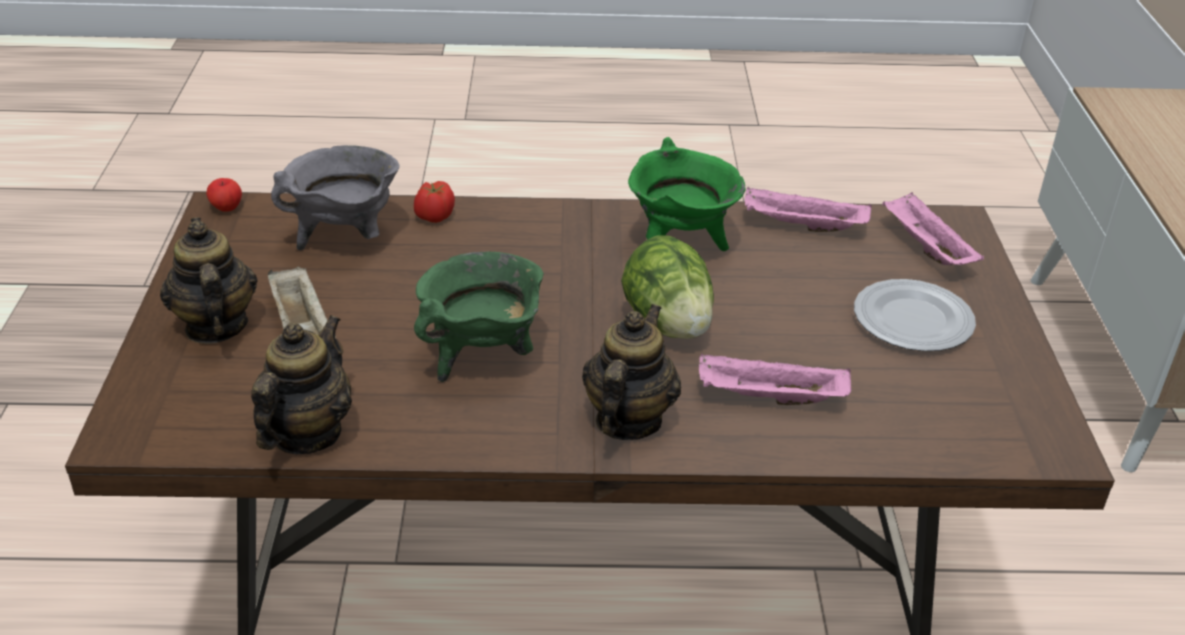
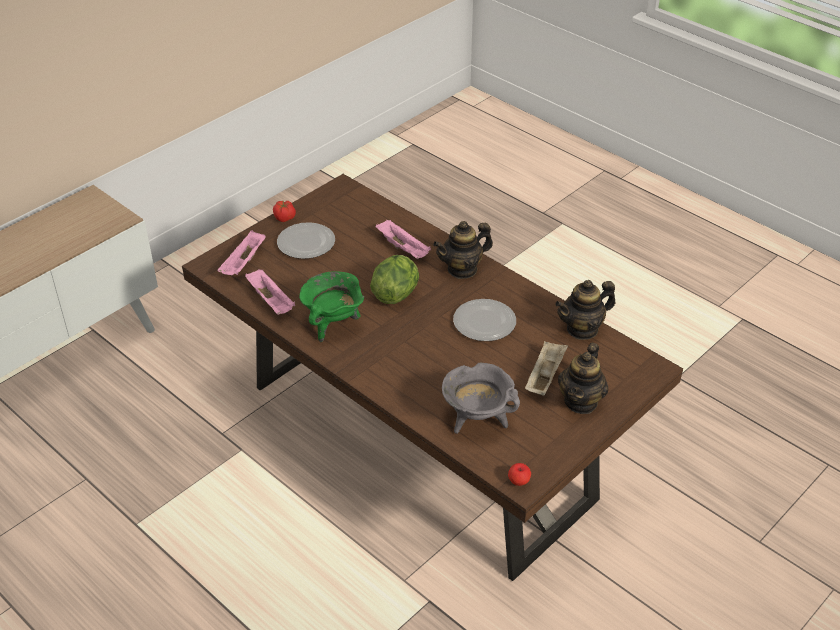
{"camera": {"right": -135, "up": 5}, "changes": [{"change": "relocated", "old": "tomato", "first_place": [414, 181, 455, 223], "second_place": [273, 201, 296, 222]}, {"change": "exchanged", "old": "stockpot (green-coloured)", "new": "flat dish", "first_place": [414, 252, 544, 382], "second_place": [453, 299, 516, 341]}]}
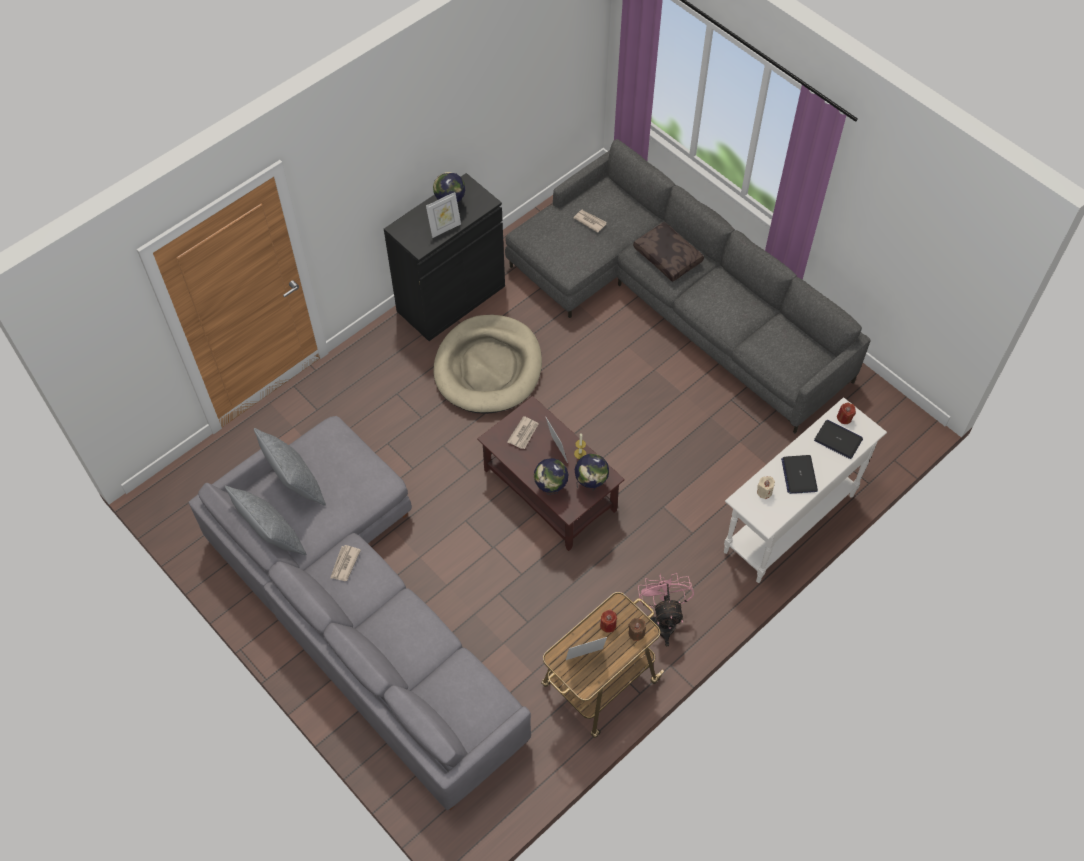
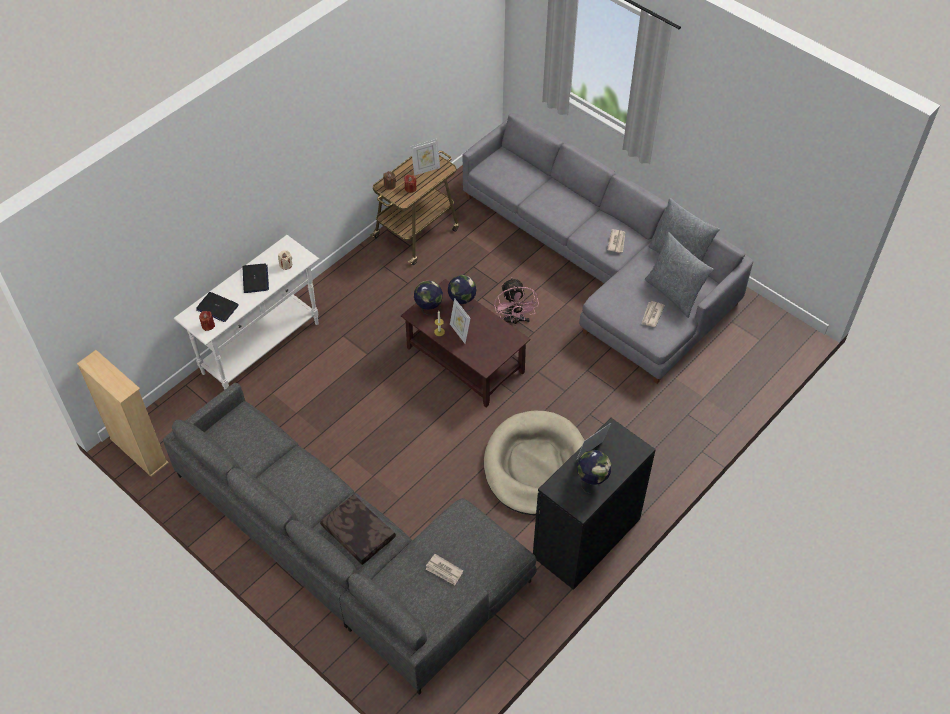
{"camera": {"right": 175, "up": -5}, "changes": [{"change": "relocated", "old": "newspaper", "first_place": [507, 416, 539, 449], "second_place": [641, 301, 665, 327]}, {"change": "relocated", "old": "fan (pink-coloured)", "first_place": [638, 573, 694, 646], "second_place": [494, 277, 539, 326]}, {"change": "appeared", "new": "bookcase (sand-coloured)", "second_place": [77, 350, 169, 477]}]}
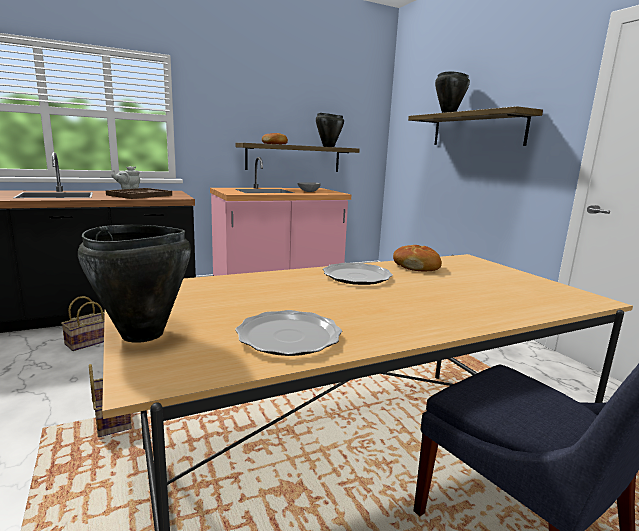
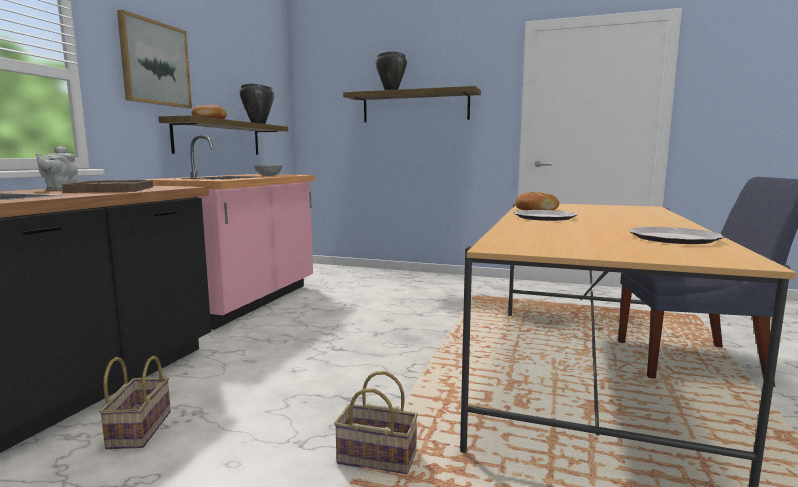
{"camera": {"right": -45, "up": -5}, "changes": [{"change": "missing", "old": "stockpot (blackish)", "first_place": [78, 225, 191, 343]}, {"change": "appeared", "new": "wall picture", "second_place": [117, 10, 192, 108]}]}
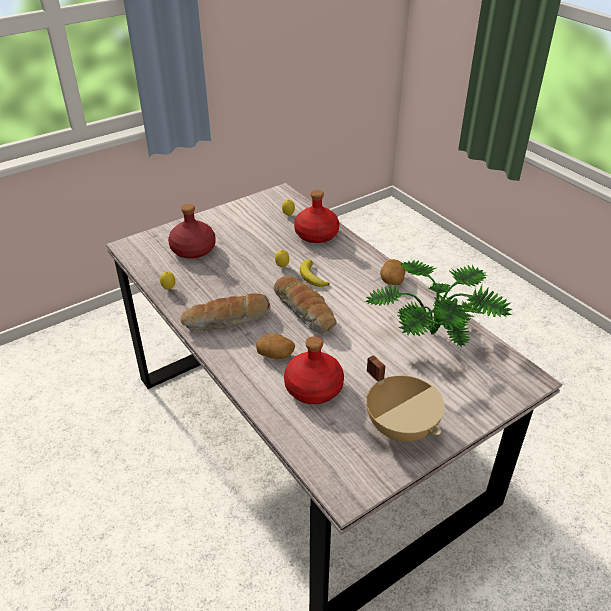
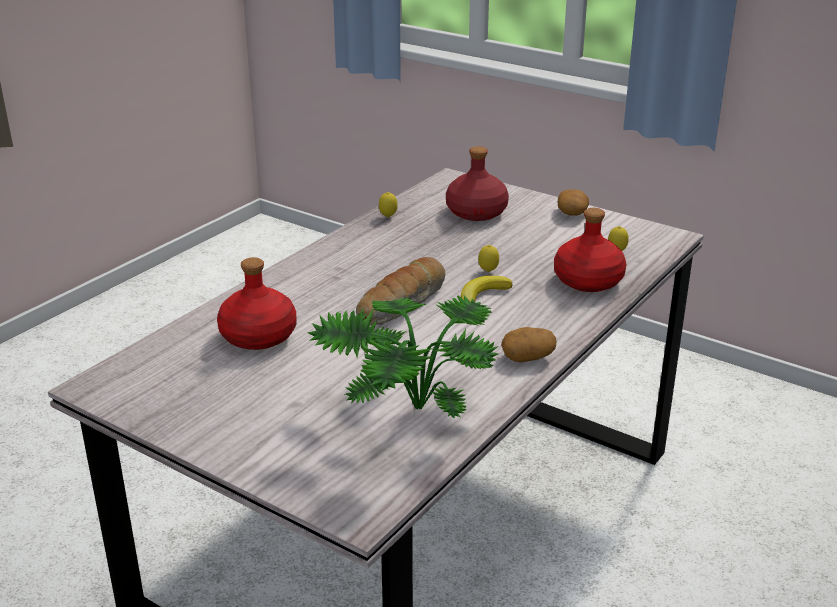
{"camera": {"right": 70, "up": -10}, "changes": [{"change": "missing", "old": "bakery bread", "first_place": [181, 293, 270, 331]}, {"change": "relocated", "old": "spud", "first_place": [256, 334, 295, 359], "second_place": [558, 189, 589, 216]}, {"change": "missing", "old": "stockpot (sand-coloured)", "first_place": [366, 355, 444, 442]}]}
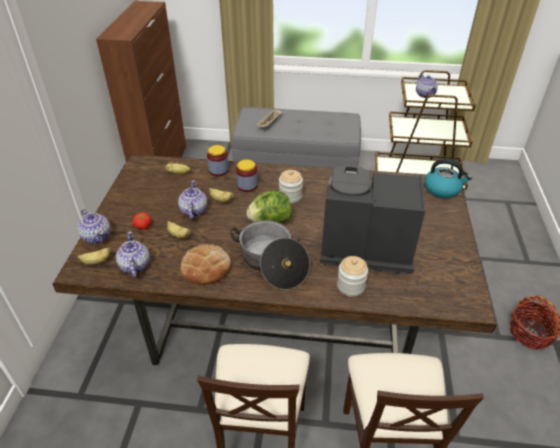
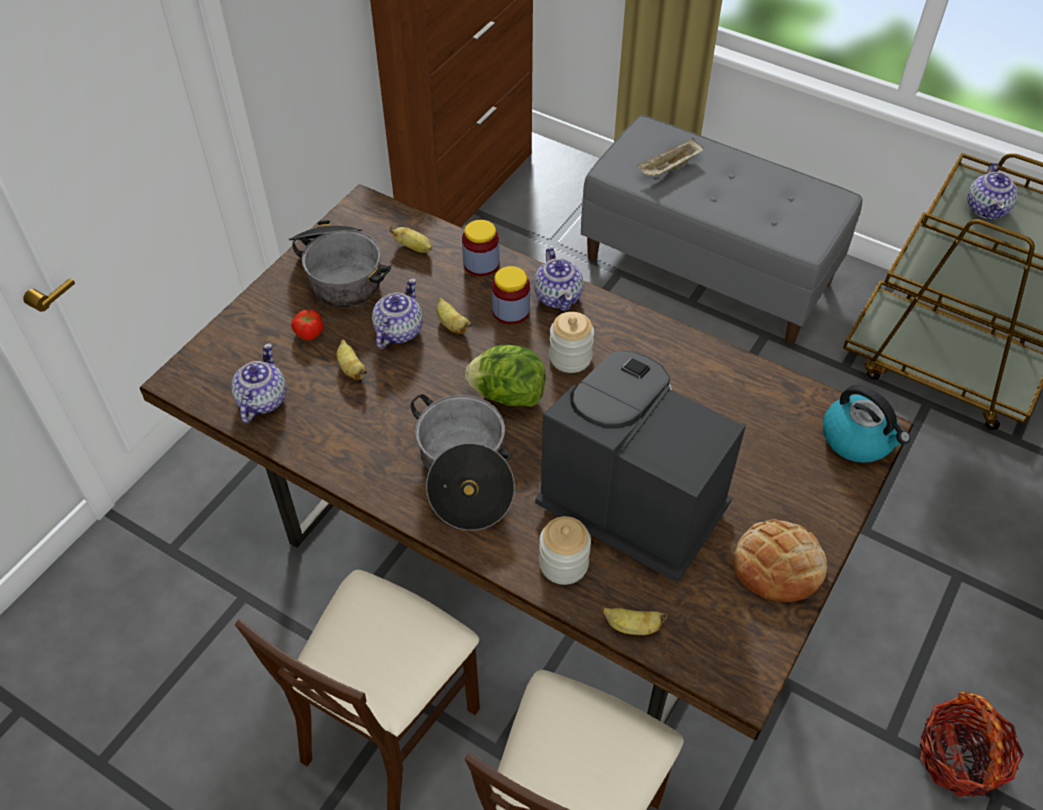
{"camera": {"right": 25, "up": 10}, "changes": [{"change": "relocated", "old": "pot for tea", "first_place": [77, 209, 111, 244], "second_place": [534, 247, 583, 311]}, {"change": "relocated", "old": "whole banana", "first_place": [77, 247, 112, 265], "second_place": [603, 608, 668, 635]}, {"change": "relocated", "old": "bakery bread", "first_place": [180, 244, 231, 285], "second_place": [733, 519, 827, 602]}, {"change": "appeared", "new": "stockpot", "second_place": [289, 220, 391, 307]}]}
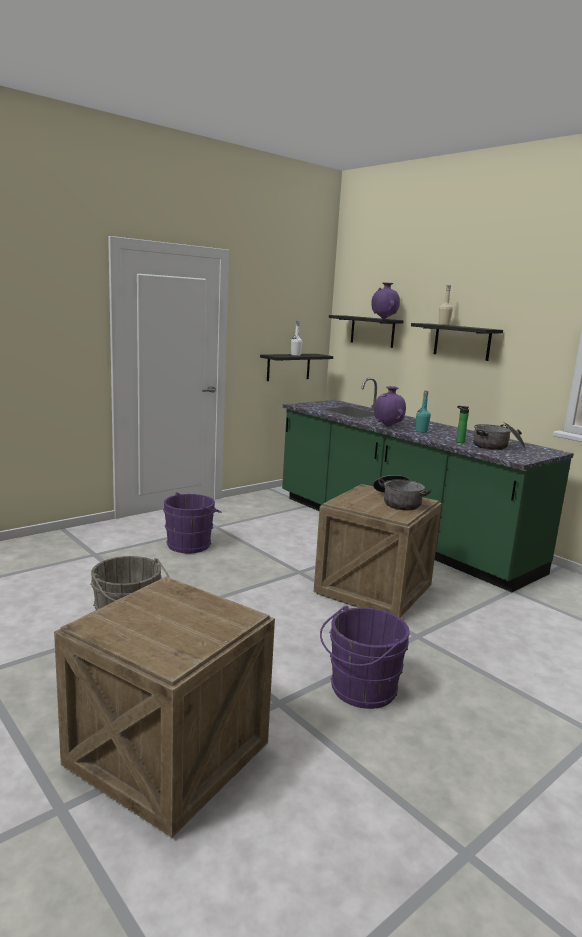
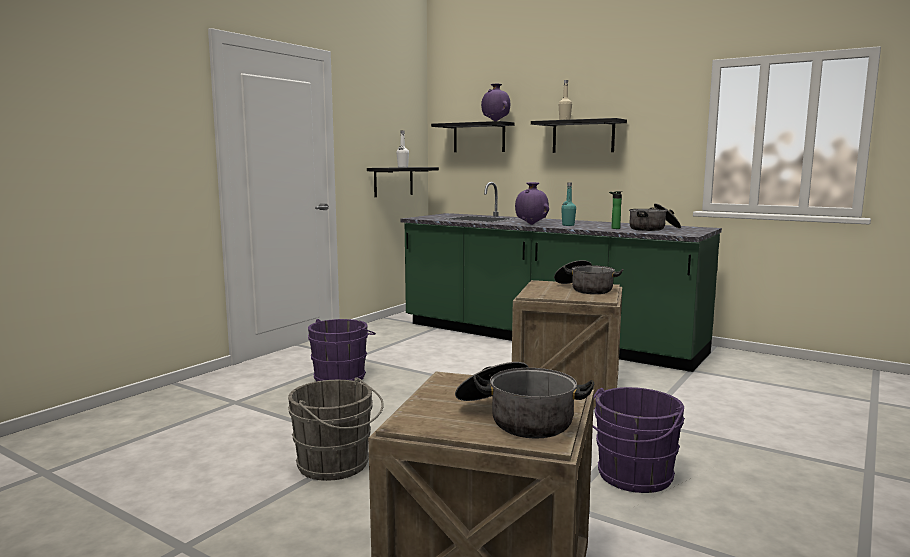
{"camera": {"right": -15, "up": -5}, "changes": [{"change": "appeared", "new": "stockpot", "second_place": [455, 362, 595, 438]}]}
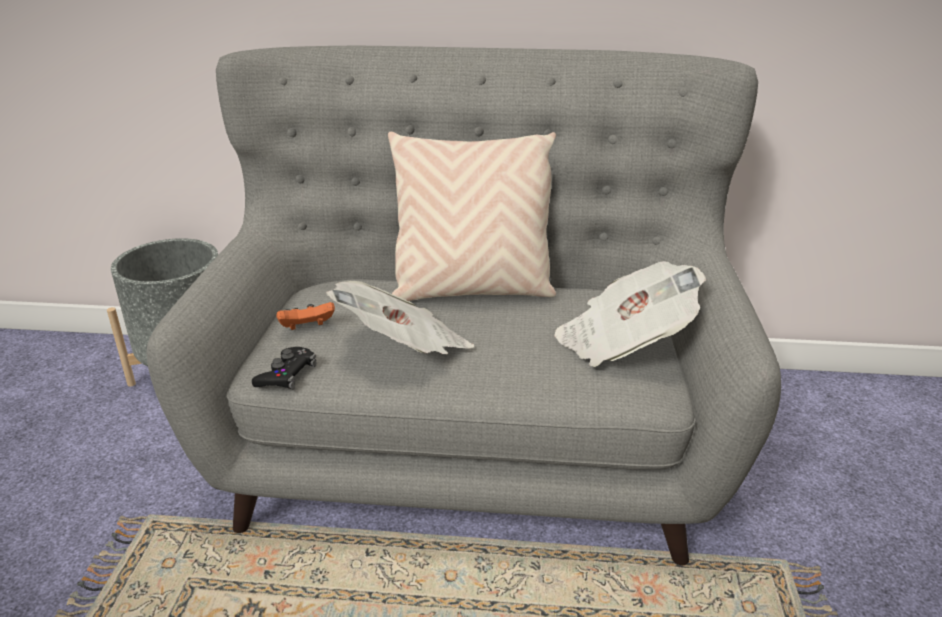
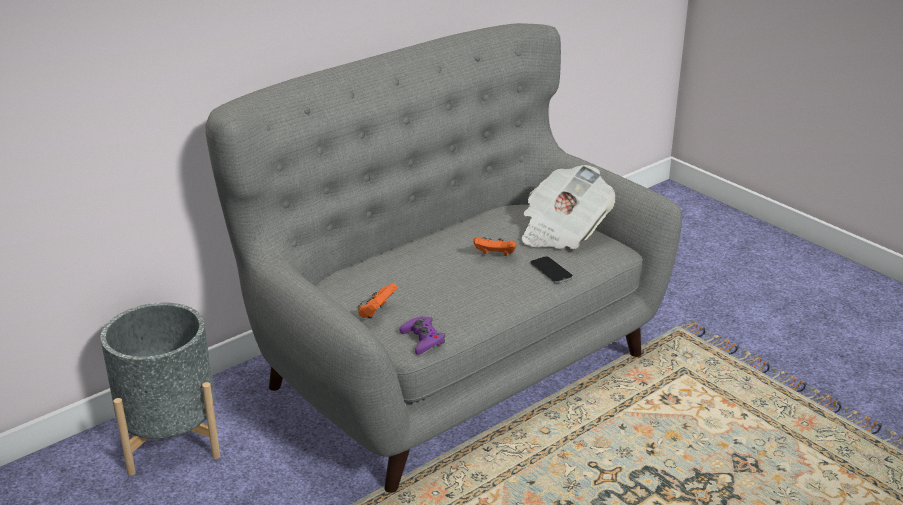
{"camera": {"right": -45, "up": 0}, "changes": [{"change": "colour", "old": "game controller (blackish)", "new": "game controller (purple-coloured)", "first_place": [252, 347, 317, 389], "second_place": [400, 316, 445, 355]}, {"change": "missing", "old": "newspaper", "first_place": [326, 281, 474, 354]}, {"change": "missing", "old": "cushion (sand-coloured)", "first_place": [388, 132, 556, 301]}, {"change": "appeared", "new": "game controller (orange)", "second_place": [473, 237, 516, 256]}, {"change": "appeared", "new": "handset", "second_place": [530, 256, 573, 283]}]}
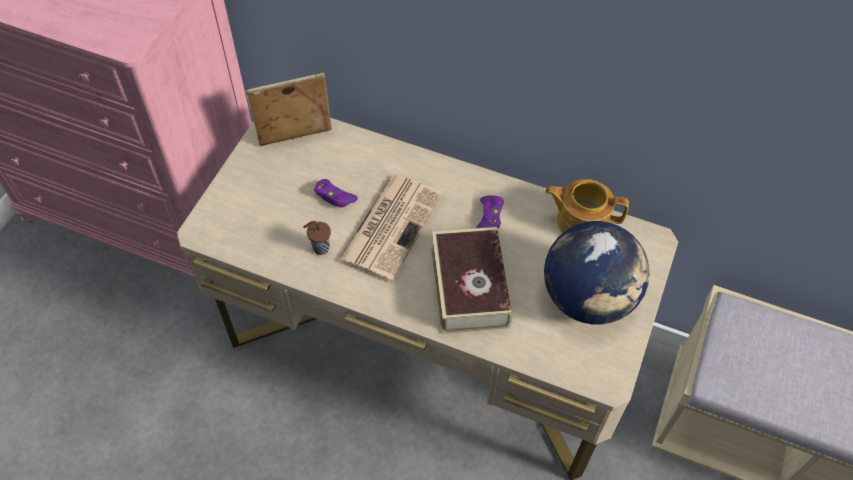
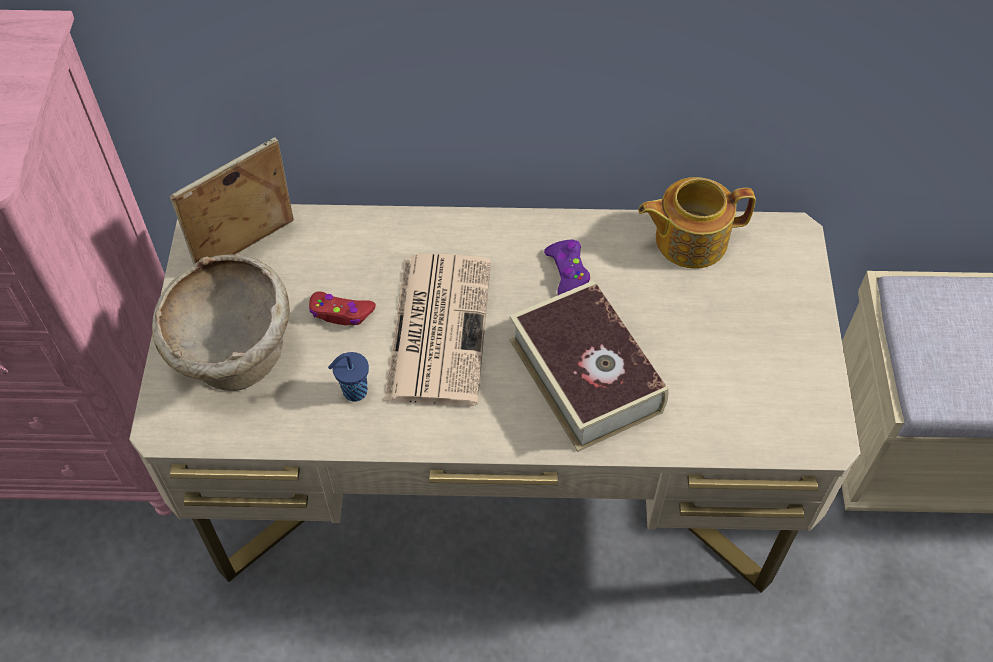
{"camera": {"right": -20, "up": 0}, "changes": [{"change": "colour", "old": "drinking cup (brown)", "new": "drinking cup (bluish)", "first_place": [303, 221, 331, 255], "second_place": [328, 352, 369, 402]}, {"change": "colour", "old": "game controller (purple-coloured)", "new": "game controller (red)", "first_place": [314, 179, 358, 208], "second_place": [309, 292, 376, 325]}, {"change": "missing", "old": "desk globe", "first_place": [544, 221, 650, 325]}, {"change": "appeared", "new": "deep dish (sand-coloured)", "second_place": [152, 255, 290, 391]}]}
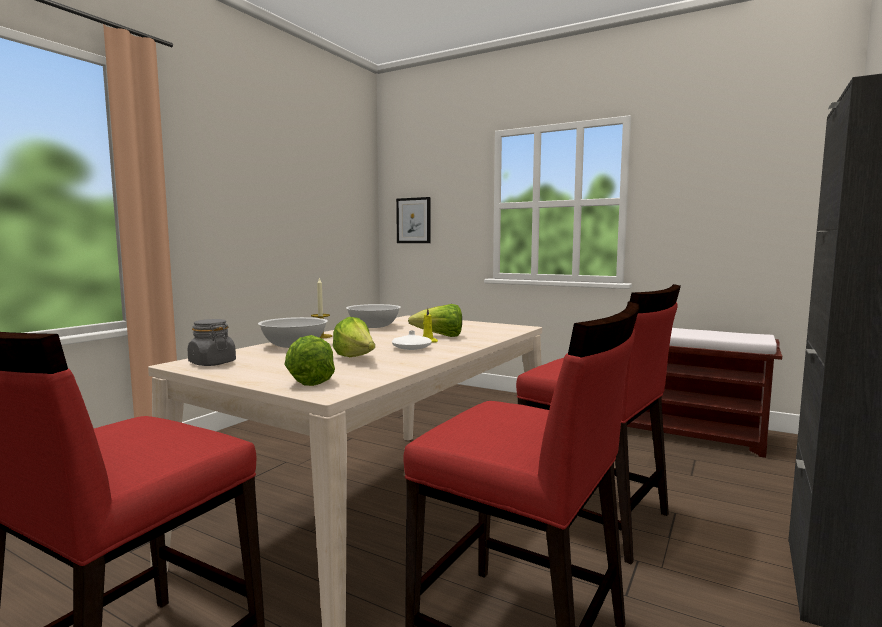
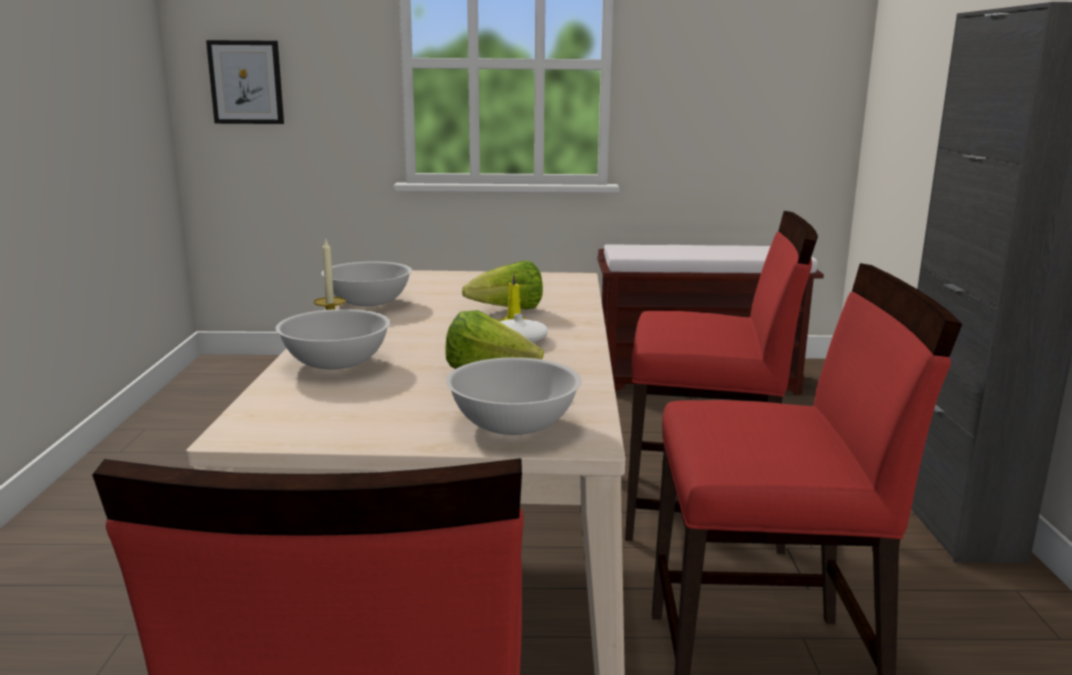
{"camera": {"right": -30, "up": 10}, "changes": [{"change": "missing", "old": "jar (gray)", "first_place": [187, 319, 236, 366]}, {"change": "exchanged", "old": "lettuce", "new": "deep dish (white)", "first_place": [284, 335, 335, 386], "second_place": [446, 357, 581, 435]}]}
